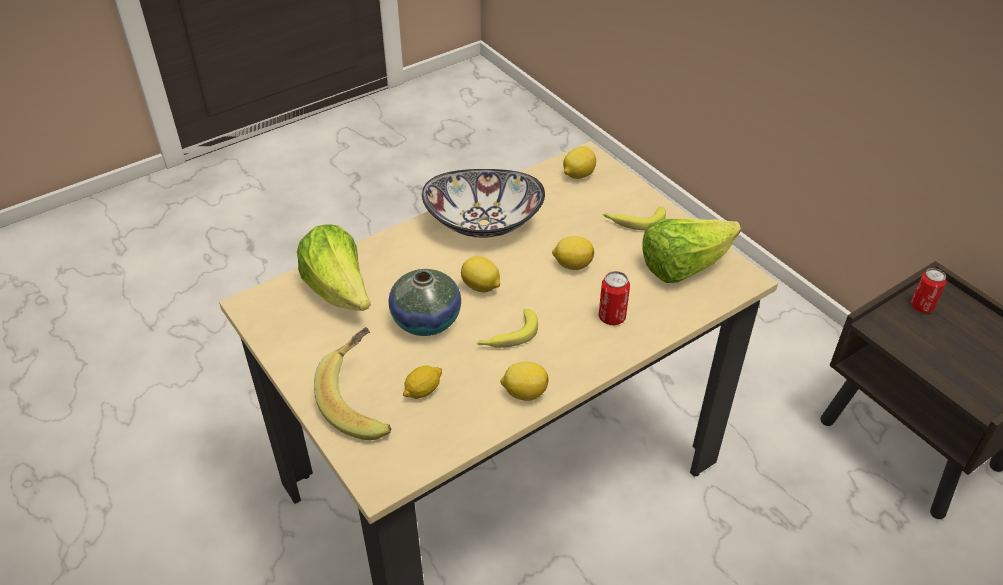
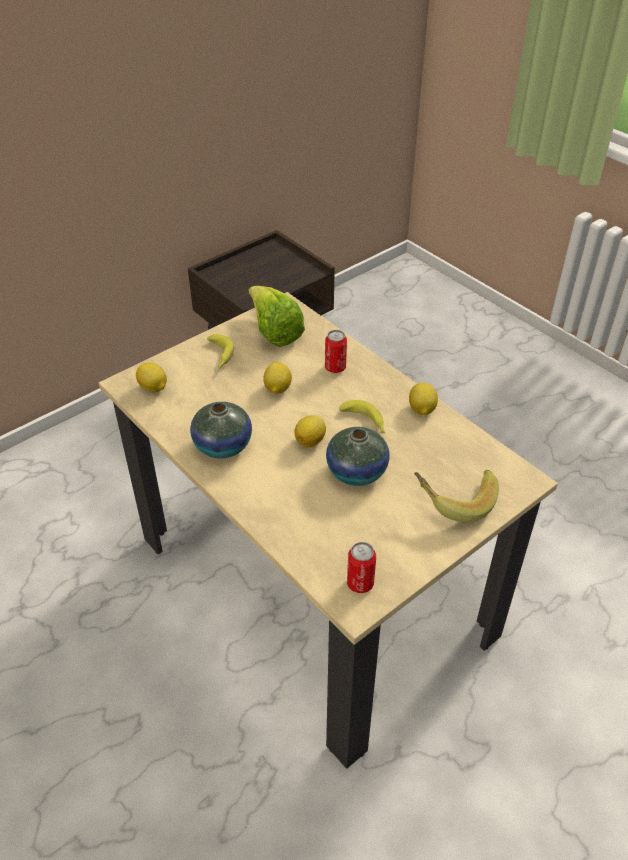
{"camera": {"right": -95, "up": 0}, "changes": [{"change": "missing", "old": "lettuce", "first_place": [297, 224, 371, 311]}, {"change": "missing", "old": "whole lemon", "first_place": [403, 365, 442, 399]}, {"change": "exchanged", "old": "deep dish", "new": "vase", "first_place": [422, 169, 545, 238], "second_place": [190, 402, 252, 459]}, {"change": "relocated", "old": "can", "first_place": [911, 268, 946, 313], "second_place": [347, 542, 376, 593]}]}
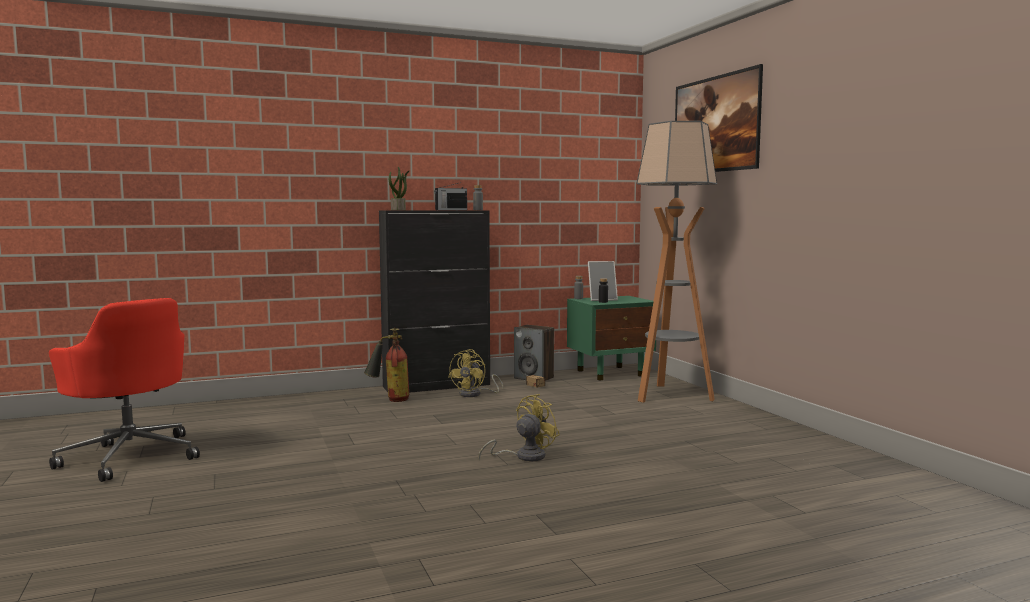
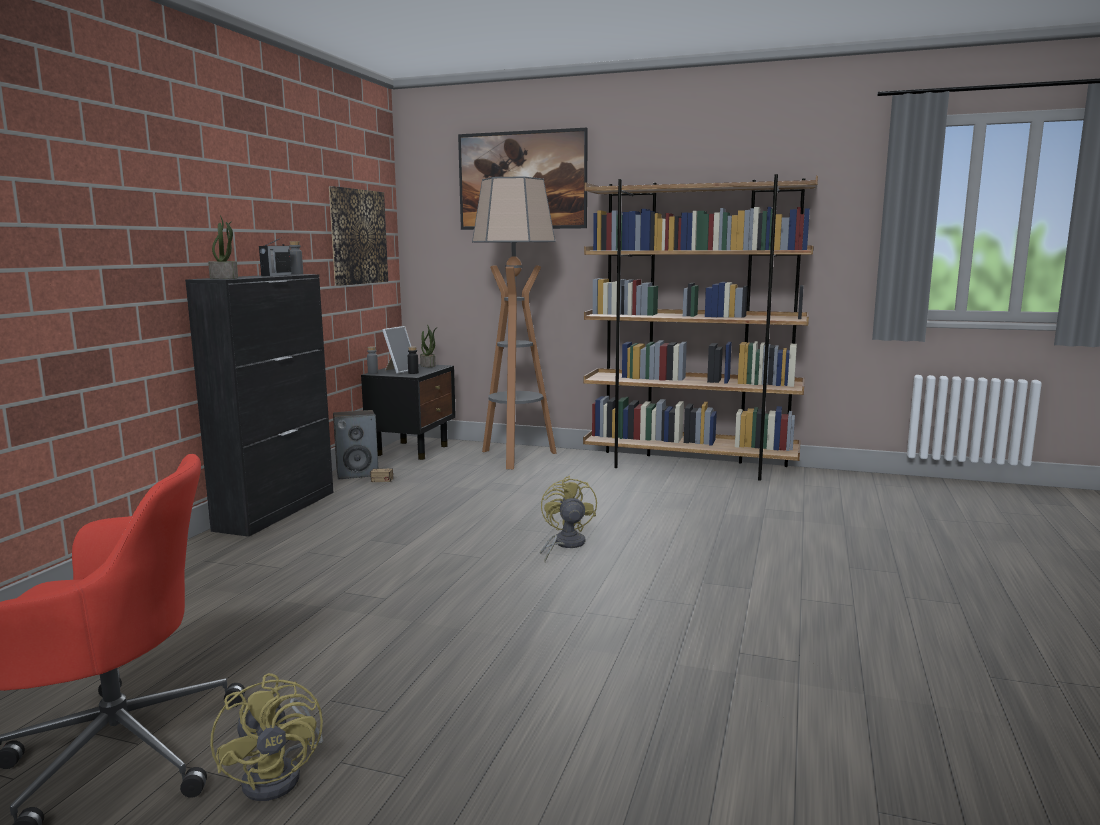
{"camera": {"right": -50, "up": 5}, "changes": [{"change": "missing", "old": "fire-fighting cylinder", "first_place": [364, 328, 409, 402]}, {"change": "relocated", "old": "fan (yellowish)", "first_place": [448, 349, 503, 397], "second_place": [210, 673, 323, 801]}, {"change": "colour", "old": "bedside table (green-coloured)", "new": "bedside table (blackish)", "first_place": [567, 296, 656, 380], "second_place": [361, 364, 456, 460]}, {"change": "appeared", "new": "wall picture", "second_place": [329, 186, 388, 286]}, {"change": "appeared", "new": "plant in a pot", "second_place": [420, 324, 436, 367]}, {"change": "appeared", "new": "bookcase (brown)", "second_place": [583, 174, 818, 481]}]}
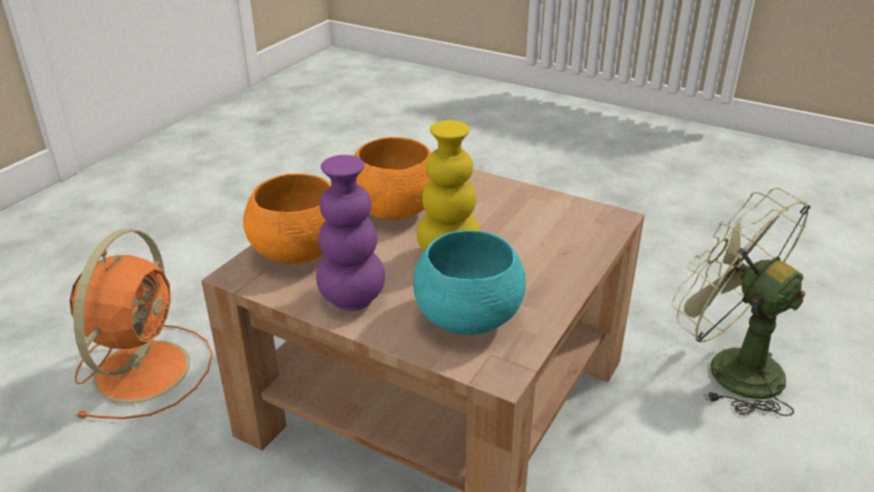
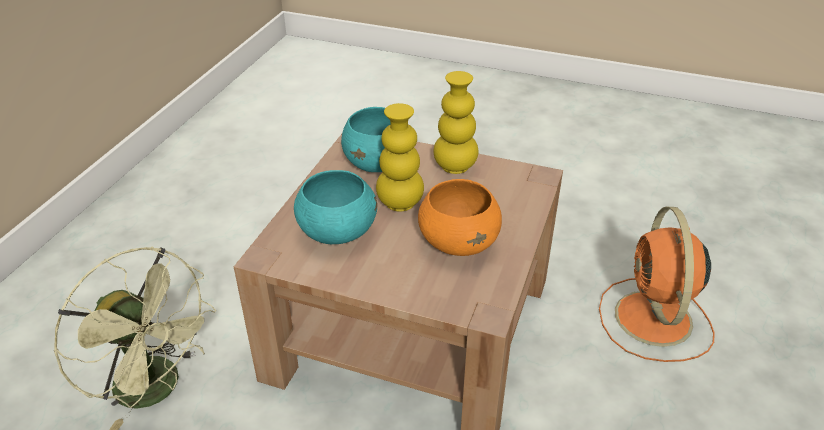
{"camera": {"right": 170, "up": 5}, "changes": [{"change": "missing", "old": "deep dish (orange)", "first_place": [243, 174, 331, 264]}, {"change": "colour", "old": "vase (purple-coloured)", "new": "vase (yellowish)", "first_place": [316, 155, 385, 311], "second_place": [433, 71, 478, 174]}, {"change": "appeared", "new": "deep dish (turquoise)", "second_place": [294, 170, 377, 244]}]}
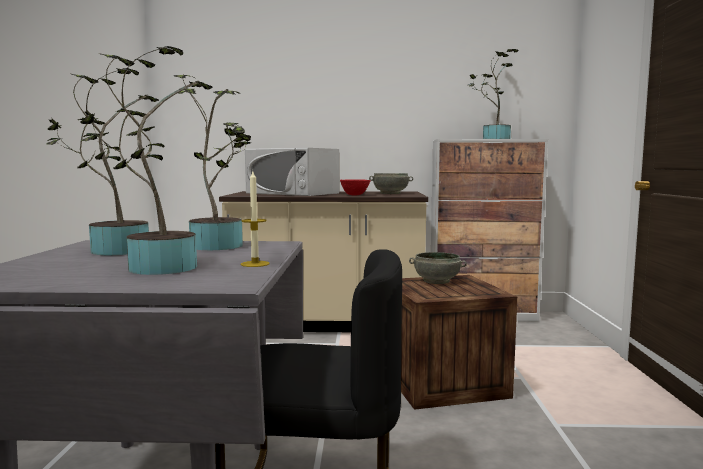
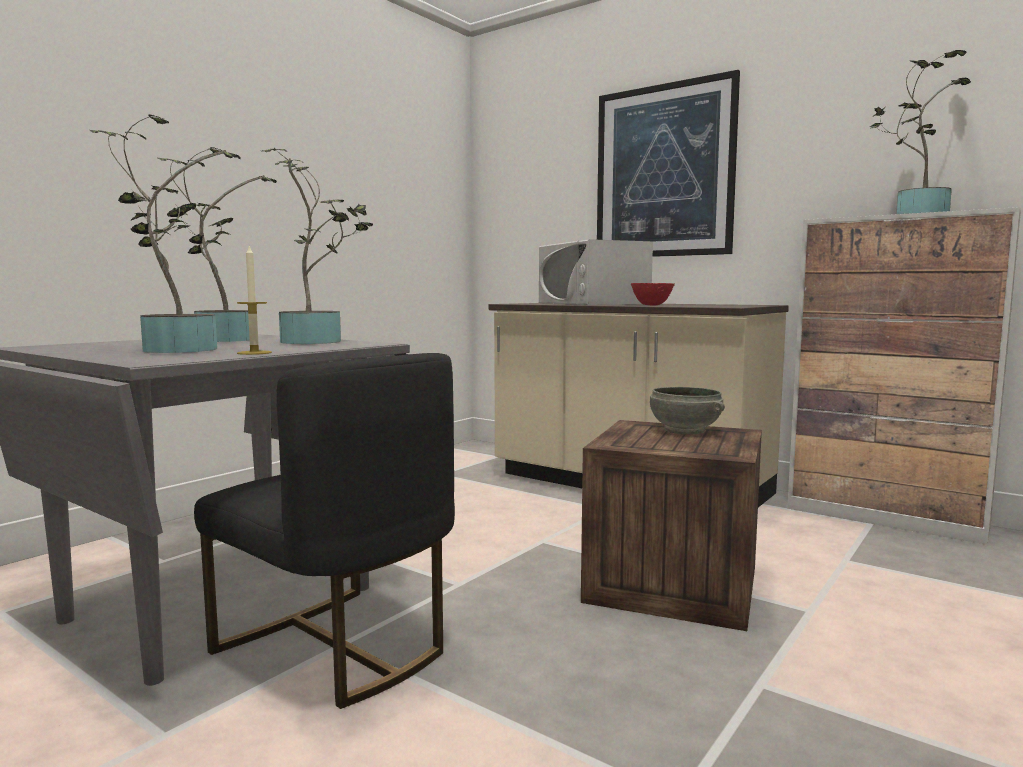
{"camera": {"right": 35, "up": 0}, "changes": [{"change": "missing", "old": "deep dish (gray)", "first_place": [369, 173, 413, 194]}, {"change": "appeared", "new": "wall picture", "second_place": [597, 70, 740, 257]}]}
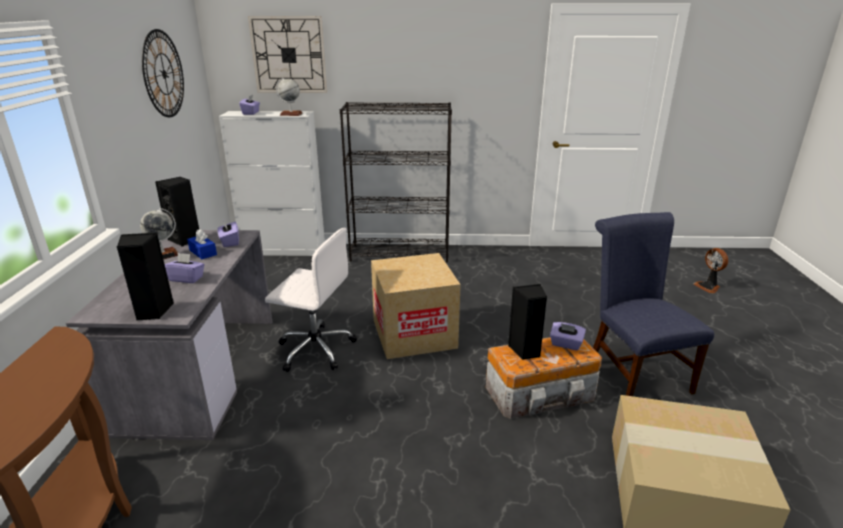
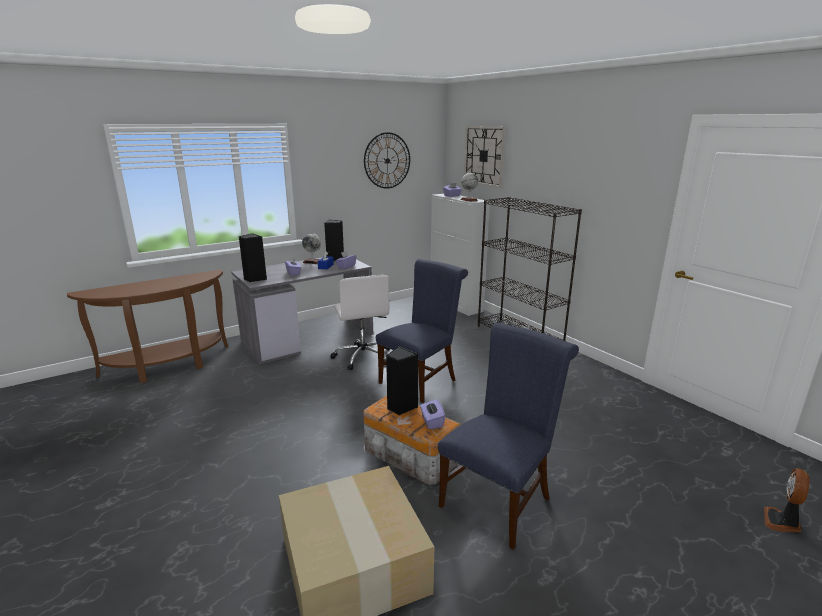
{"camera": {"right": 55, "up": -5}, "changes": [{"change": "exchanged", "old": "cardboard box", "new": "upright chair (bluish)", "first_place": [371, 253, 461, 359], "second_place": [376, 259, 468, 403]}]}
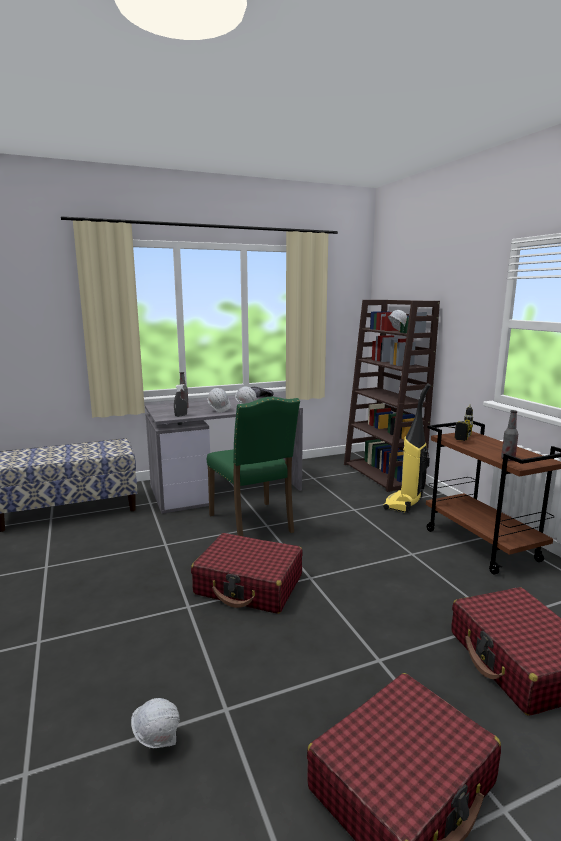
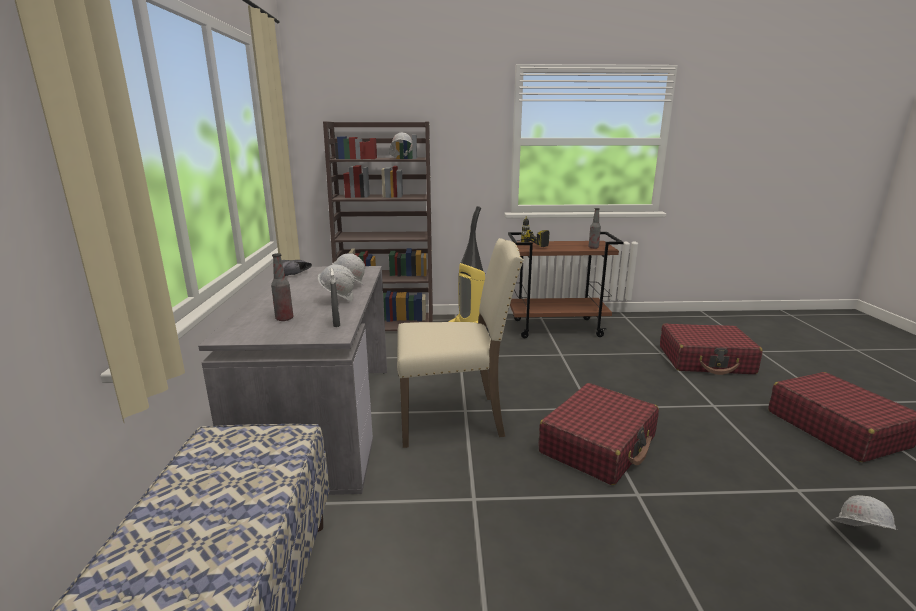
{"camera": {"right": -70, "up": 5}, "changes": [{"change": "colour", "old": "upright chair (green-coloured)", "new": "upright chair (sand-coloured)", "first_place": [207, 397, 300, 536], "second_place": [397, 238, 524, 448]}]}
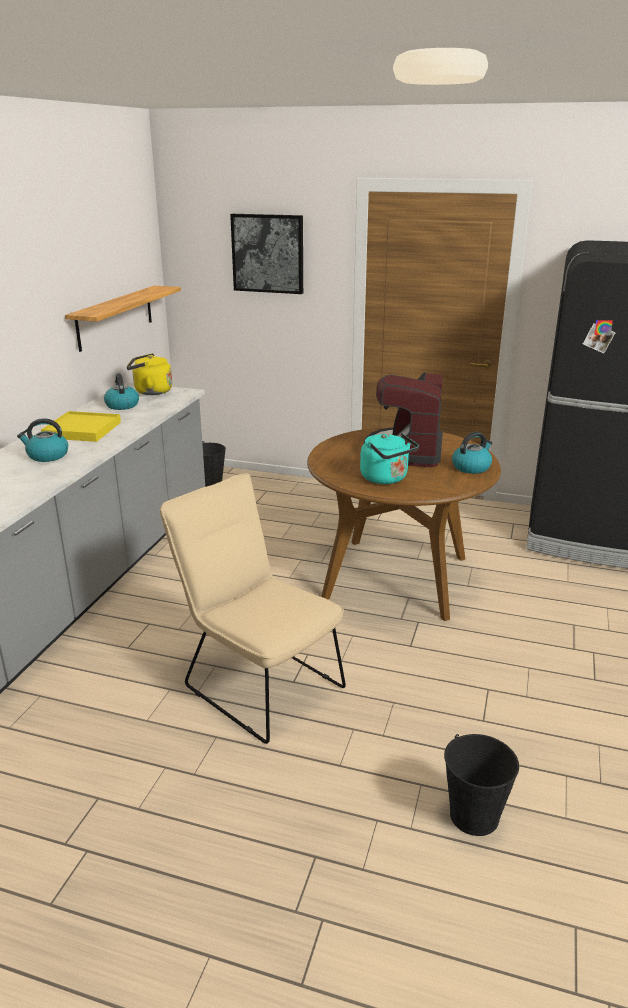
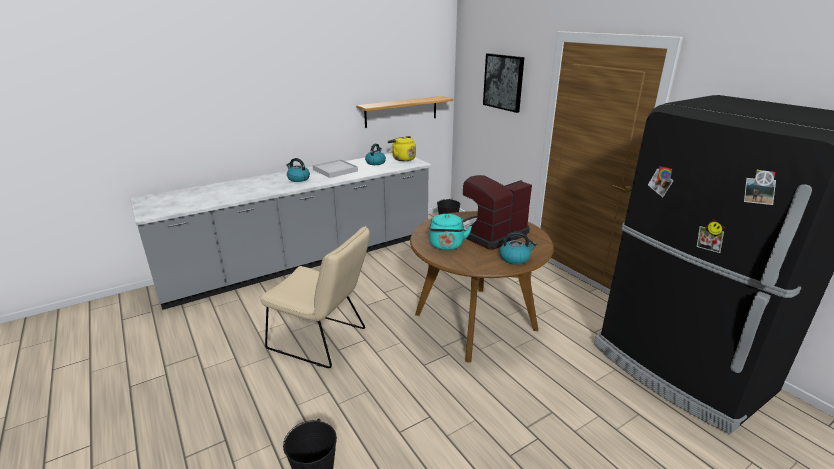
{"camera": {"right": 40, "up": 0}, "changes": [{"change": "colour", "old": "carrying tray (yellowish)", "new": "carrying tray (white)", "first_place": [41, 411, 121, 442], "second_place": [313, 159, 358, 178]}, {"change": "spun", "old": "upright chair (sand-coloured)", "first_place": [160, 473, 346, 744], "second_place": [259, 225, 370, 368], "degrees": 120}]}
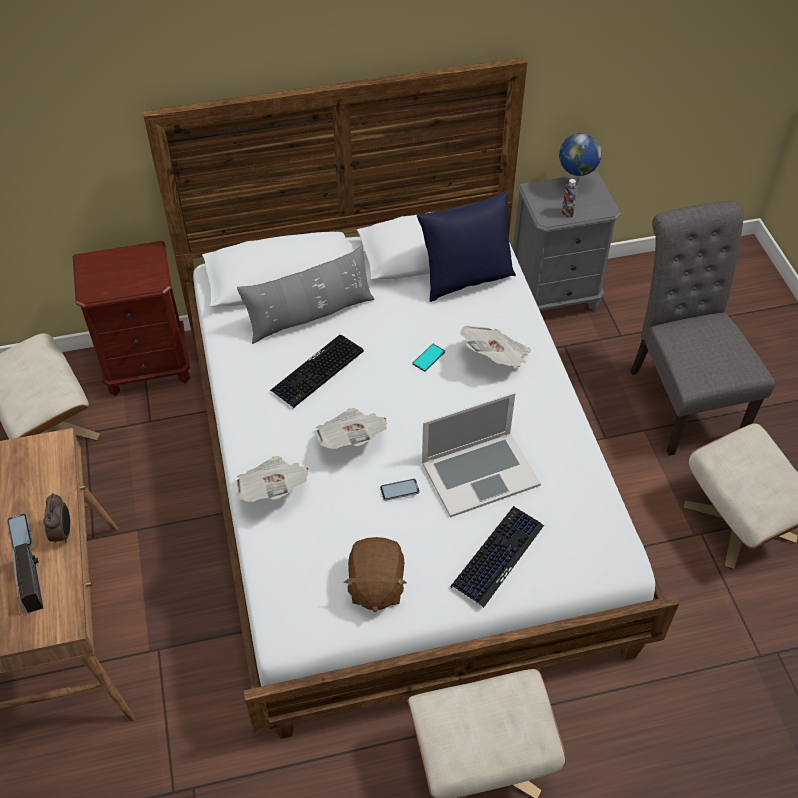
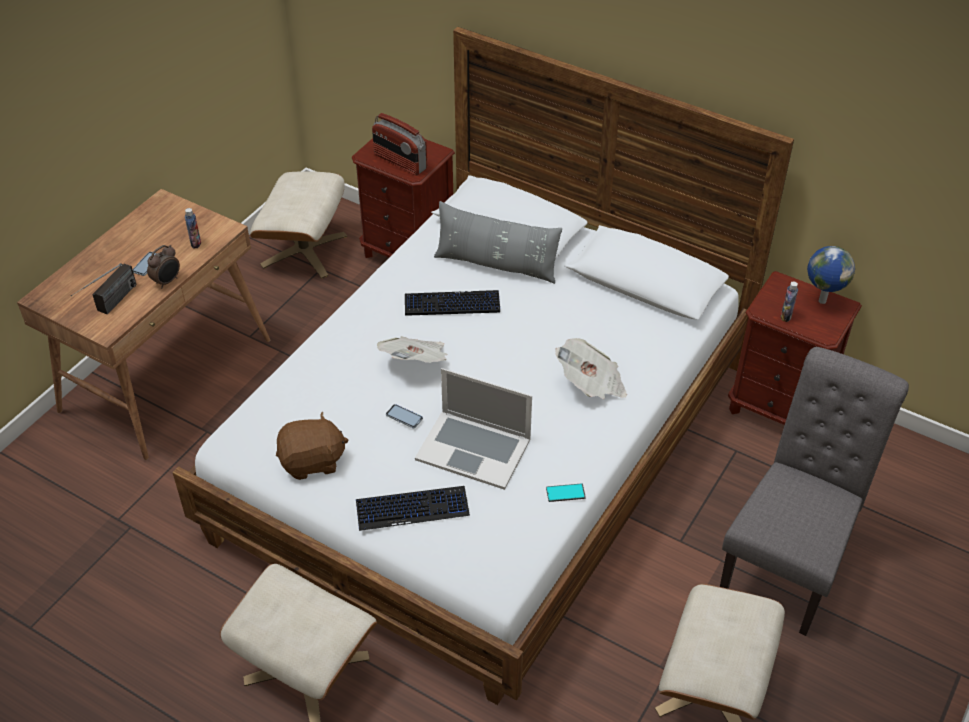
{"camera": {"right": 45, "up": -5}, "changes": [{"change": "missing", "old": "newspaper", "first_place": [236, 456, 309, 502]}, {"change": "spun", "old": "plush toy (brown)", "first_place": [344, 537, 407, 612], "second_place": [276, 411, 348, 480], "degrees": -150}, {"change": "relocated", "old": "handset", "first_place": [412, 344, 445, 372], "second_place": [546, 483, 586, 502]}, {"change": "missing", "old": "cushion (bluish)", "first_place": [417, 191, 516, 302]}, {"change": "colour", "old": "bedside table (gray)", "new": "bedside table (brown)", "first_place": [513, 172, 621, 311], "second_place": [728, 271, 862, 425]}, {"change": "appeared", "new": "drink bottle", "second_place": [185, 208, 201, 249]}, {"change": "appeared", "new": "radio receiver", "second_place": [372, 113, 427, 175]}]}
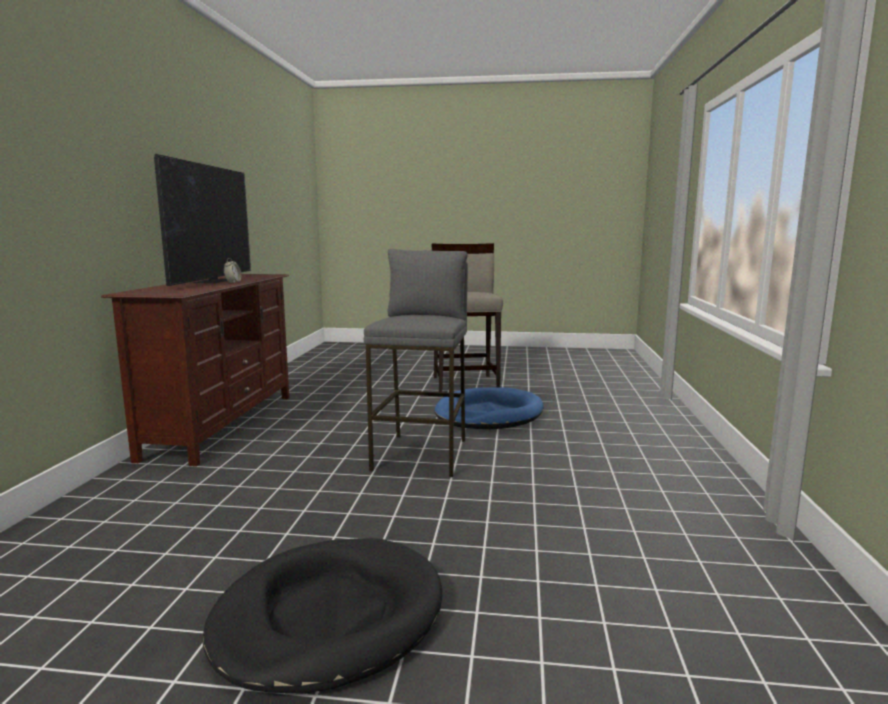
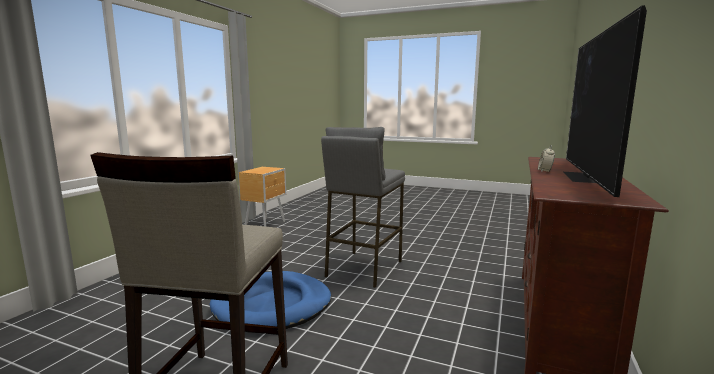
{"camera": {"right": -165, "up": 0}, "changes": [{"change": "missing", "old": "dog cushion (blackish)", "first_place": [203, 538, 442, 694]}, {"change": "appeared", "new": "bedside table (brown)", "second_place": [239, 167, 286, 226]}]}
